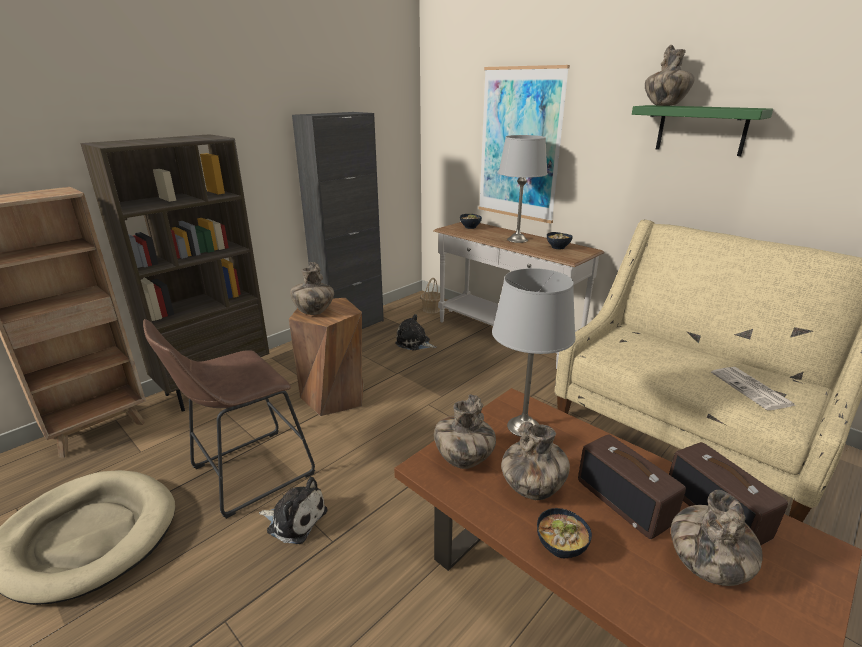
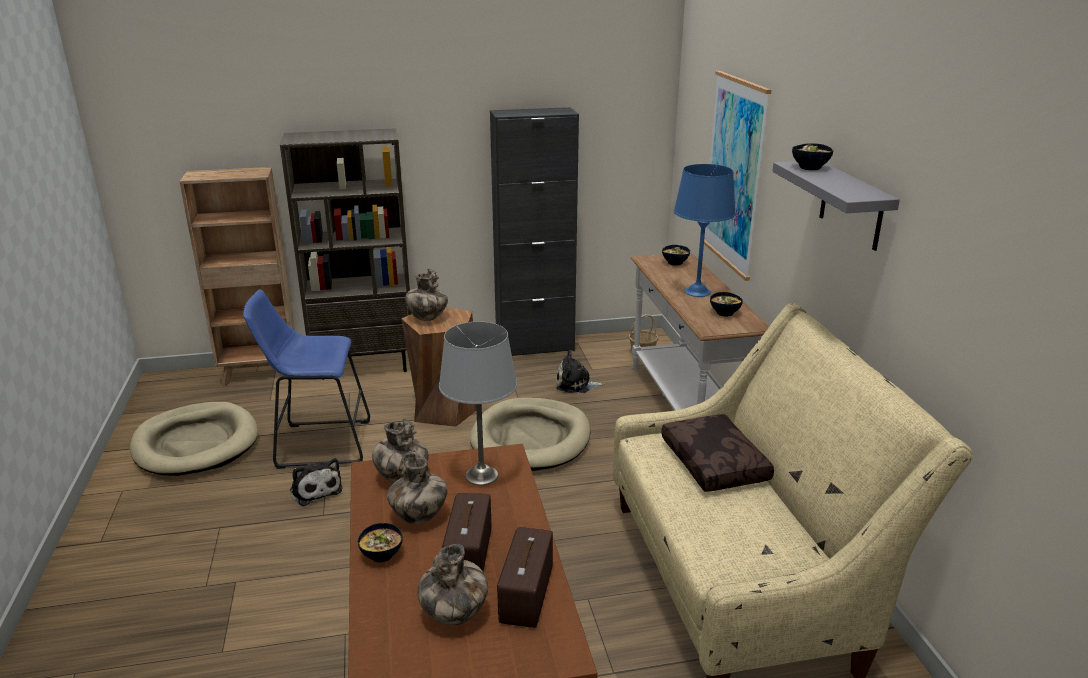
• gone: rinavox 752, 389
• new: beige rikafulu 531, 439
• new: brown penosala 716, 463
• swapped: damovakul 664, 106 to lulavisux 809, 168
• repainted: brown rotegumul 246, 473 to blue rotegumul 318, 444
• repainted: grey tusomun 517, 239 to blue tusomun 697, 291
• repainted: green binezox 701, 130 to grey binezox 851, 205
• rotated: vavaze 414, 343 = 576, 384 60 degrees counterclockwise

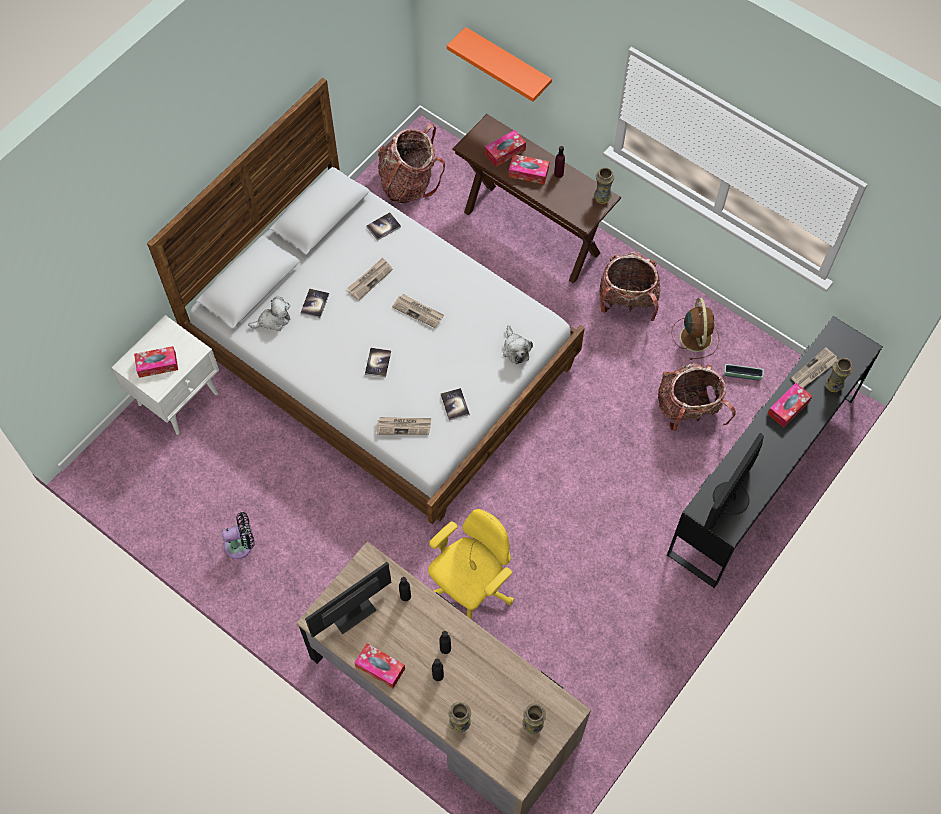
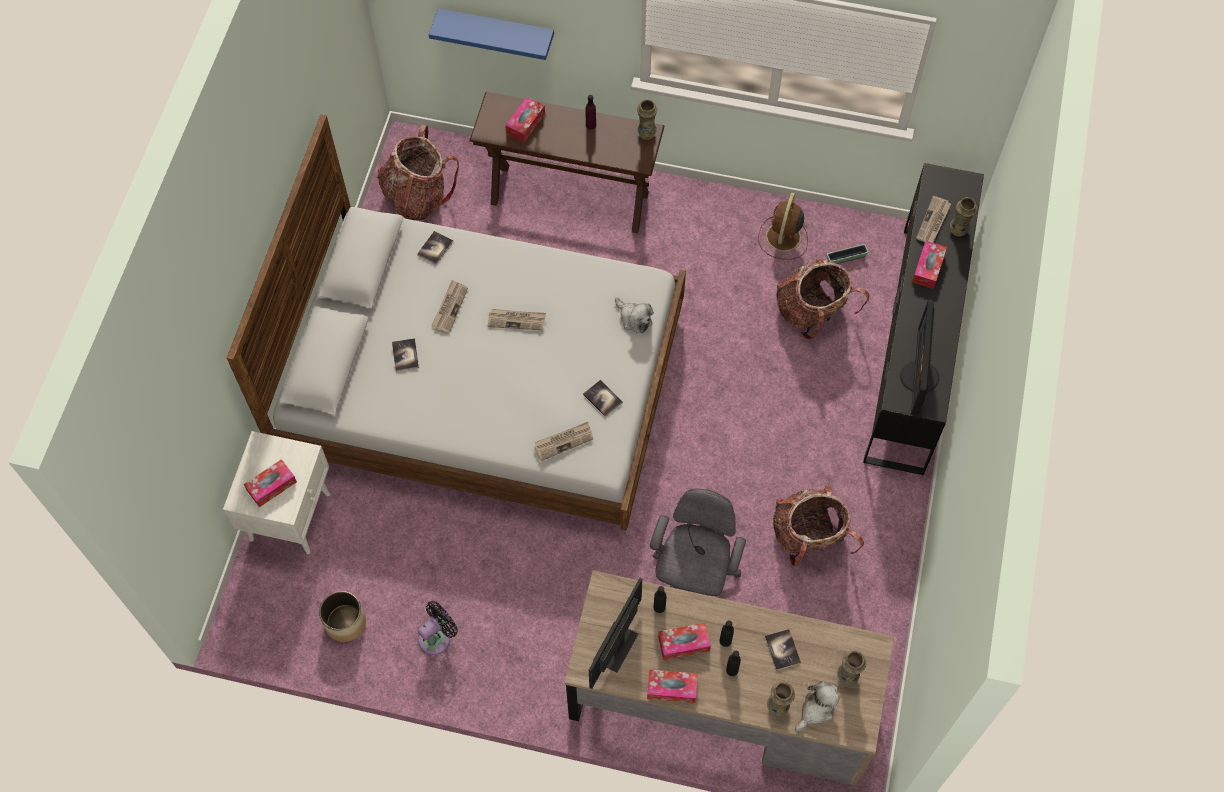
• new: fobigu 345, 622
• shifted: vavaze 273, 320 to 816, 709
• shifted: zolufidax 378, 363 to 782, 650
• shifted: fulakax 528, 173 to 683, 643
• shifted: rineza 627, 300 to 809, 537
• repainted: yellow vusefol 471, 589 to grey vusefol 693, 578
• repainted: orange binezox 508, 64 to blue binezox 497, 31
• rotated: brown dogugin 695, 336 = 783, 238 135 degrees counterclockwise

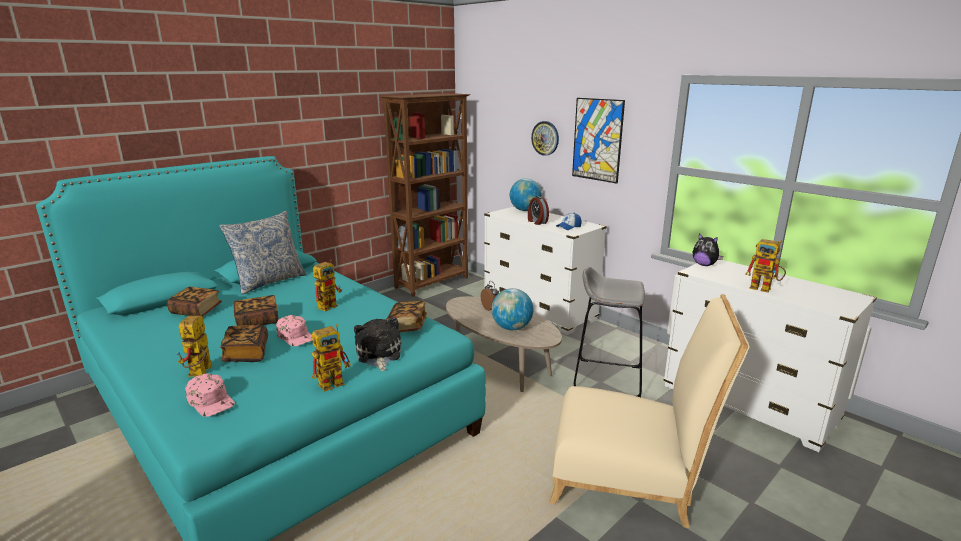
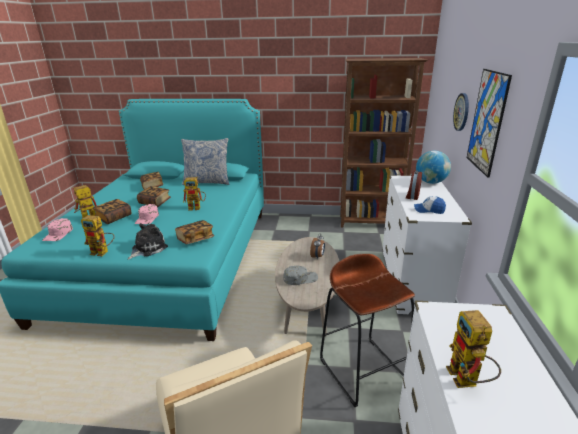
• gone: vavaze 704, 265
• swapped: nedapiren 511, 328 to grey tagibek 300, 278
• repainted: grey rotegumul 607, 378 to brown rotegumul 363, 370

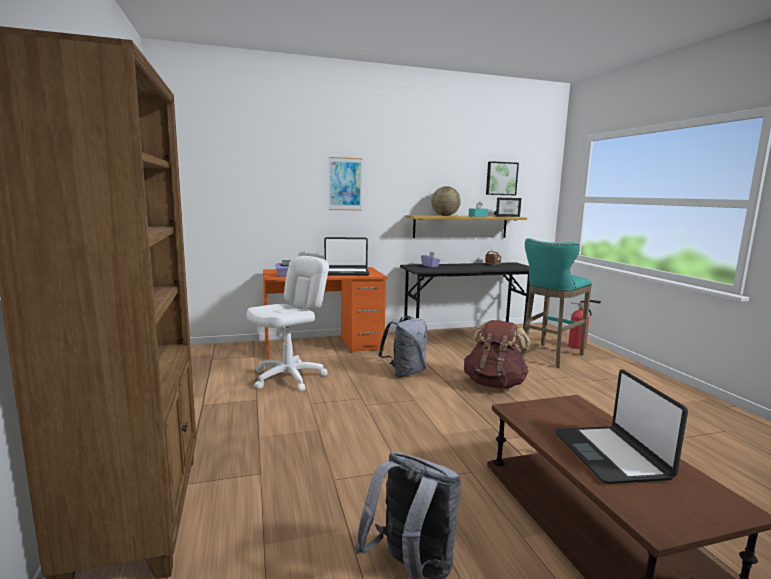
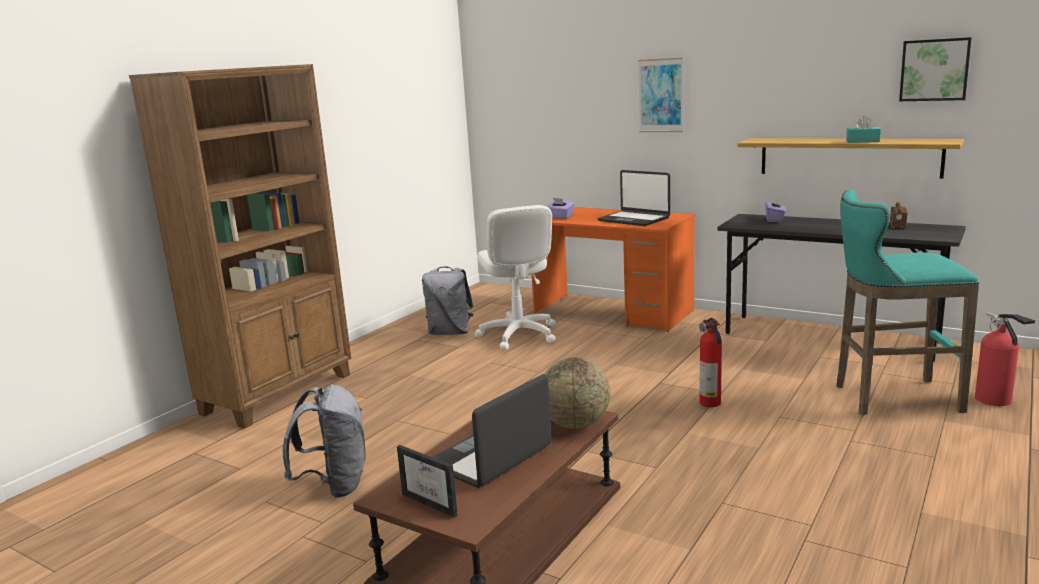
• shifted: grey rineza 405, 373 to 450, 333
• shifted: nedapiren 445, 215 to 576, 424
• shifted: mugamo 507, 216 to 435, 502
• swapped: brown rineza 494, 384 to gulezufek 711, 403
• rotated: white vusefol 289, 377 = 518, 335 75 degrees clockwise

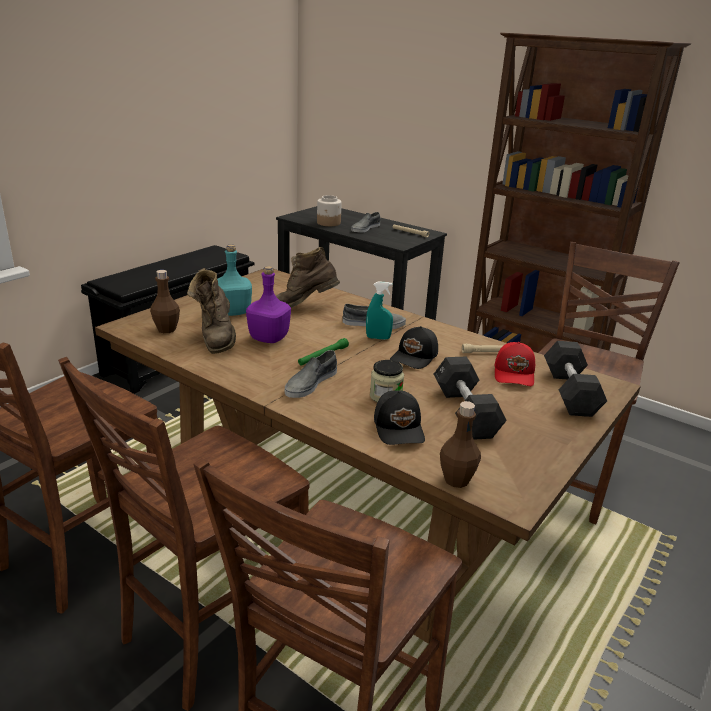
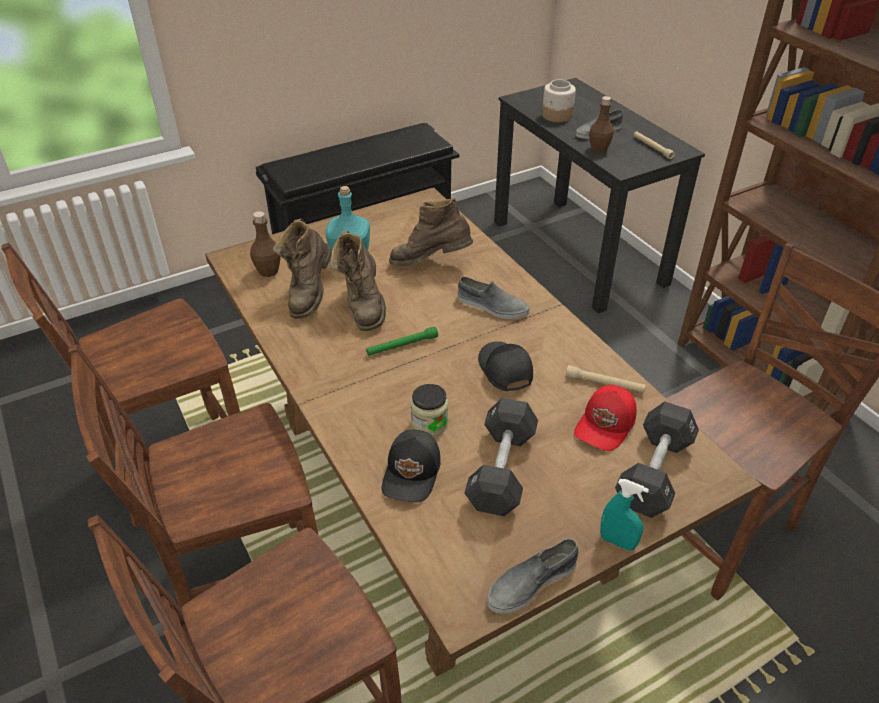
• shifted: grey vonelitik 310, 383 to 531, 582
• shifted: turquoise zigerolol 378, 338 to 617, 542
• shifted: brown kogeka 456, 480 to 599, 149
• swapped: purple kogeka 269, 338 to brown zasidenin 363, 306
• rotated: black tagibek 415, 357 = 504, 370 105 degrees clockwise

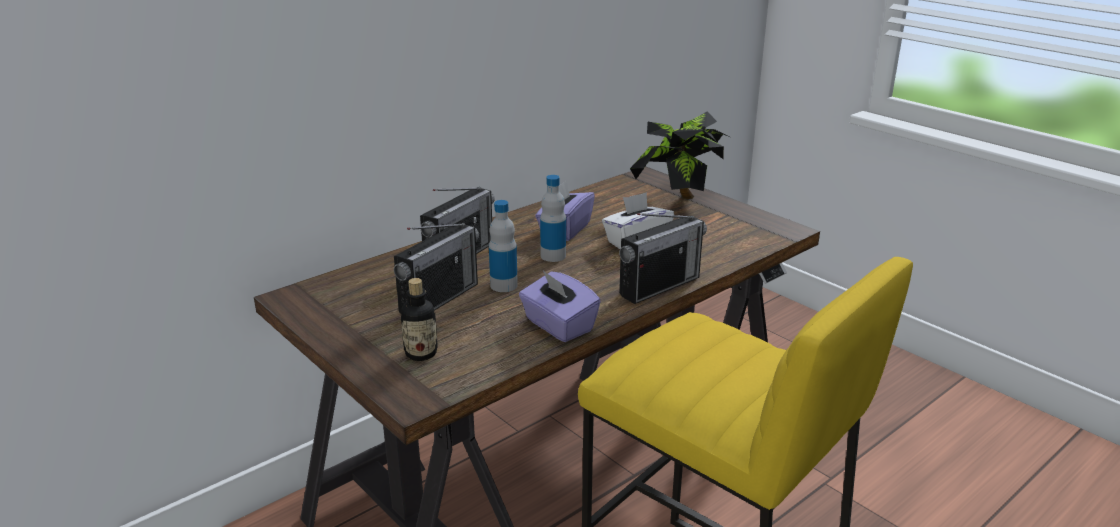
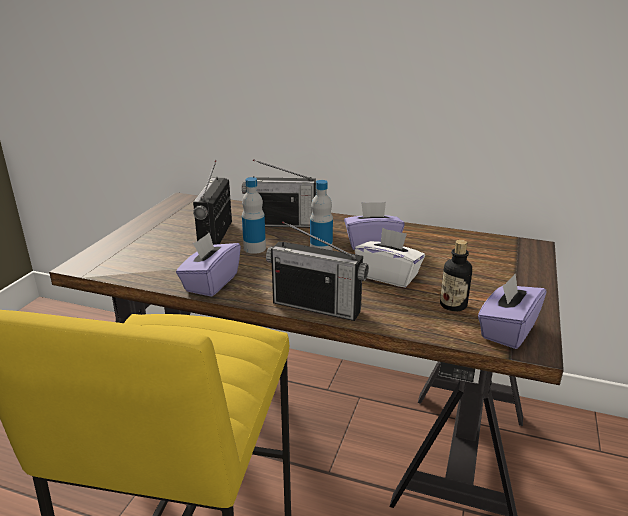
• gone: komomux 679, 200
• new: purple fulakax 507, 330
• shifted: kogeka 421, 353 to 453, 305
• rotated: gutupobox 439, 299 = 215, 235 90 degrees clockwise

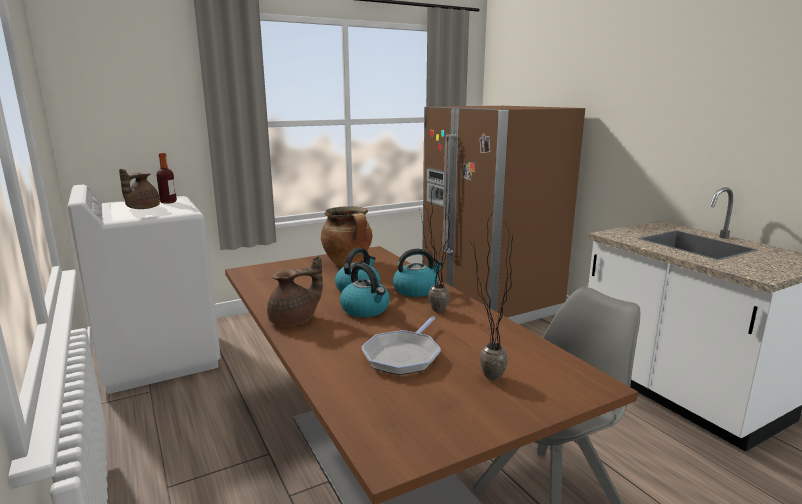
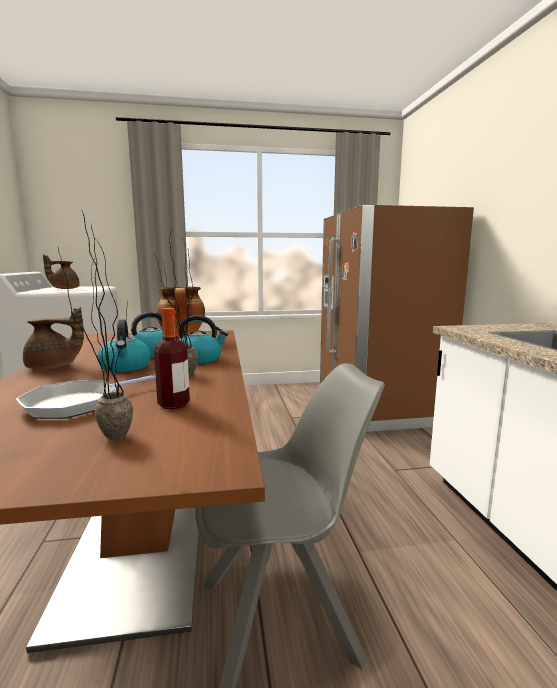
• shifted: kogeka 168, 202 to 173, 404

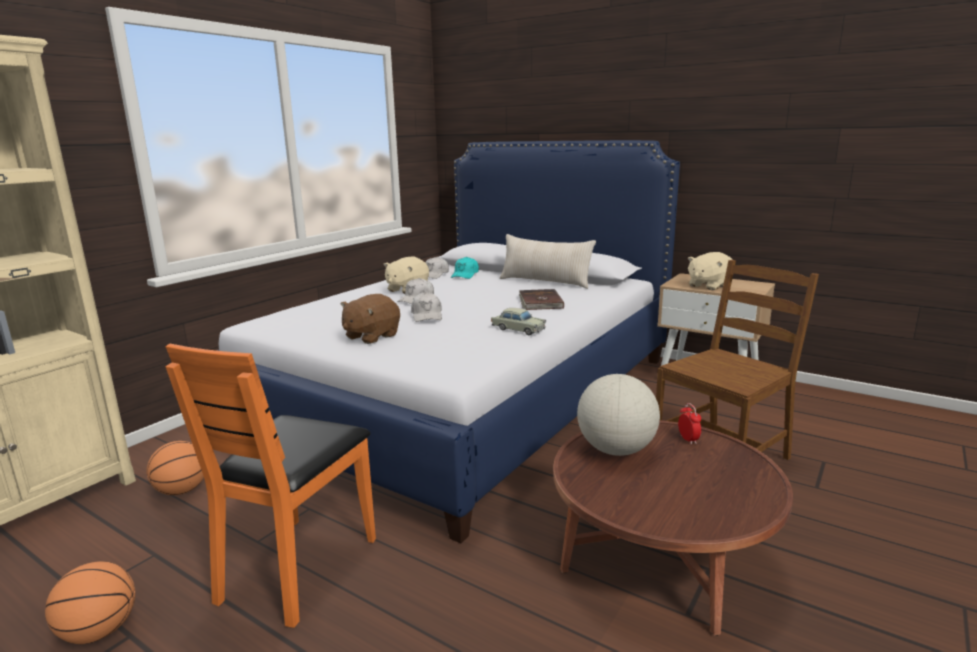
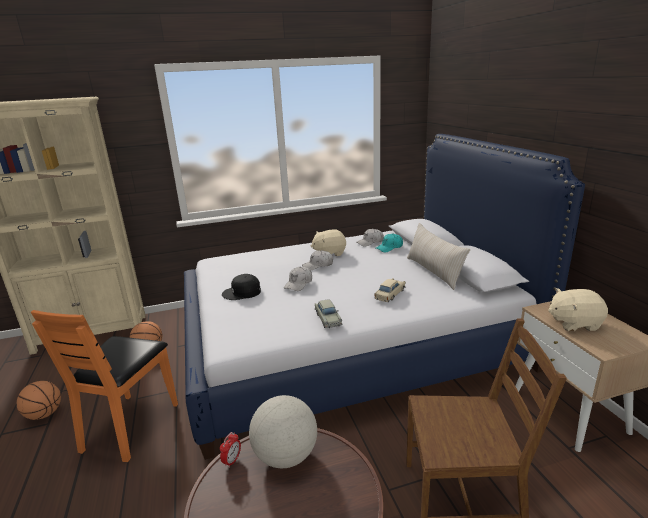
• shifted: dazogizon 688, 439 to 232, 460
• swapped: brown vavaze 371, 336 to black tagibek 242, 292
• swapped: brown zolufidax 539, 302 to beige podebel 389, 294
• rotated: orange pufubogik 298, 567 = 130, 425 45 degrees counterclockwise

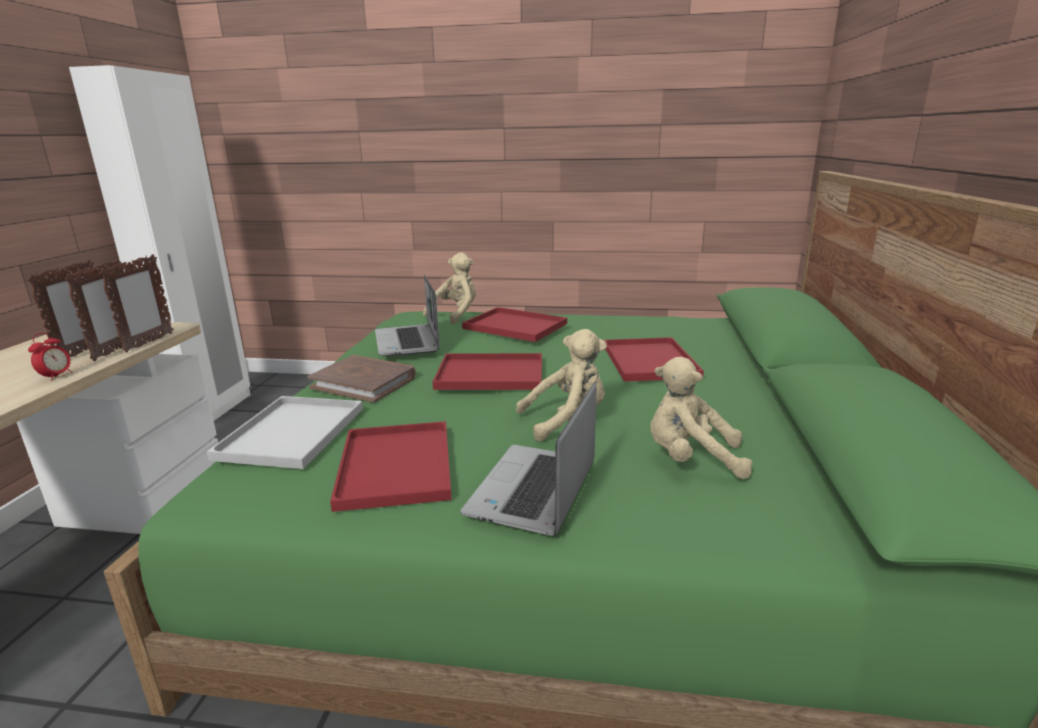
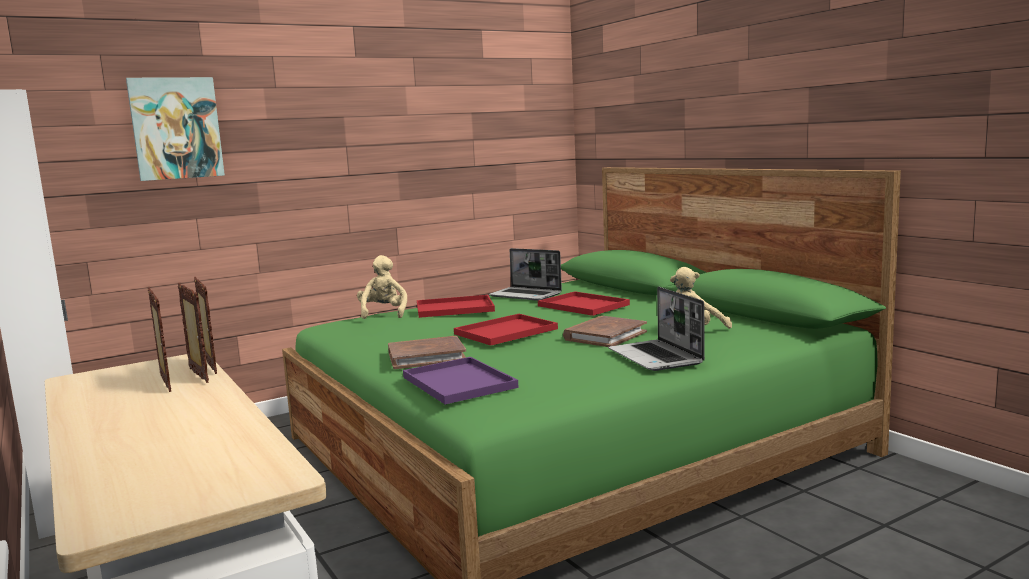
• gone: dazogizon 57, 376
• gone: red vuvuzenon 394, 464
• new: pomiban 176, 128
• shifted: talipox 408, 342 to 526, 295
• swapped: beige vavaze 567, 421 to brown zolufidax 605, 335
• repainted: white vuvuzenon 292, 434 to purple vuvuzenon 461, 382

